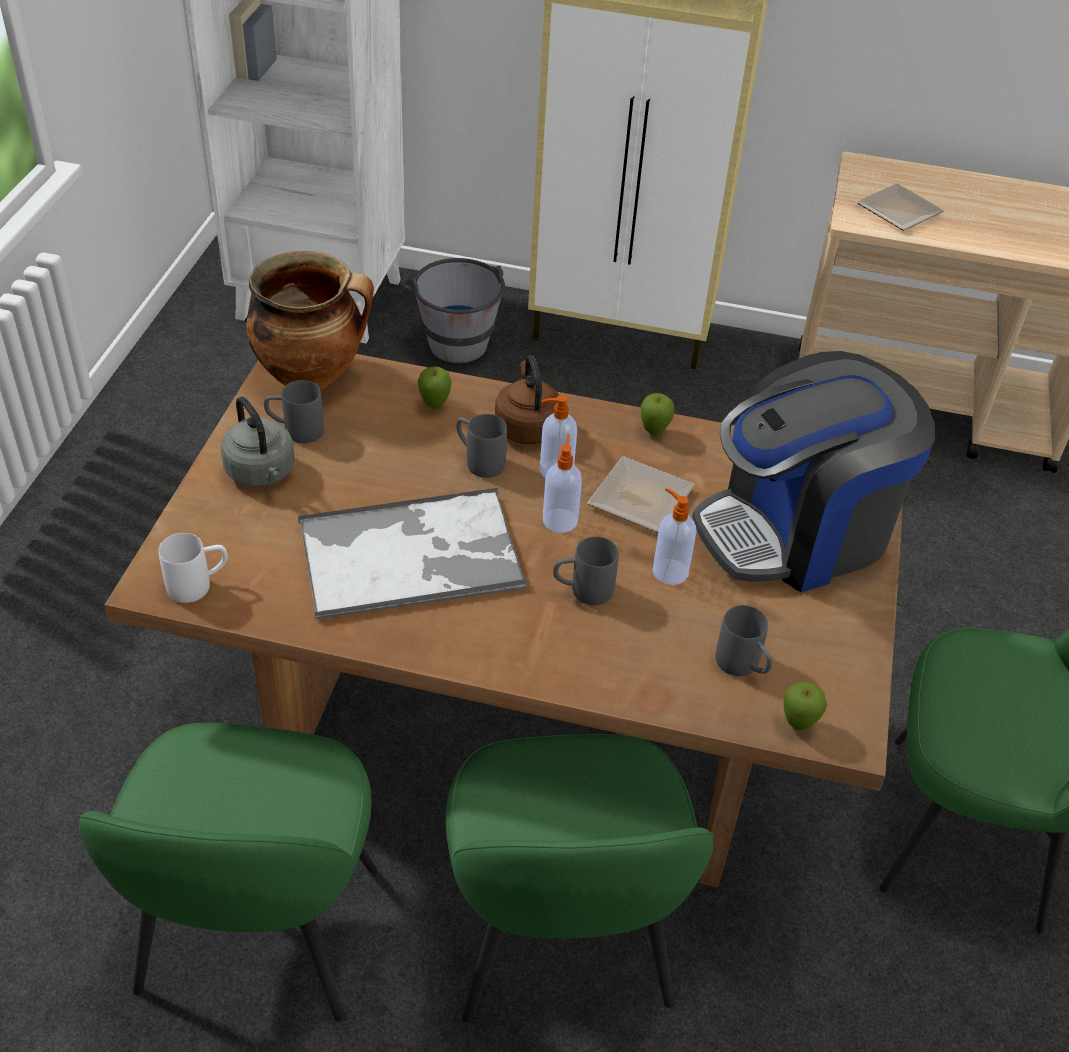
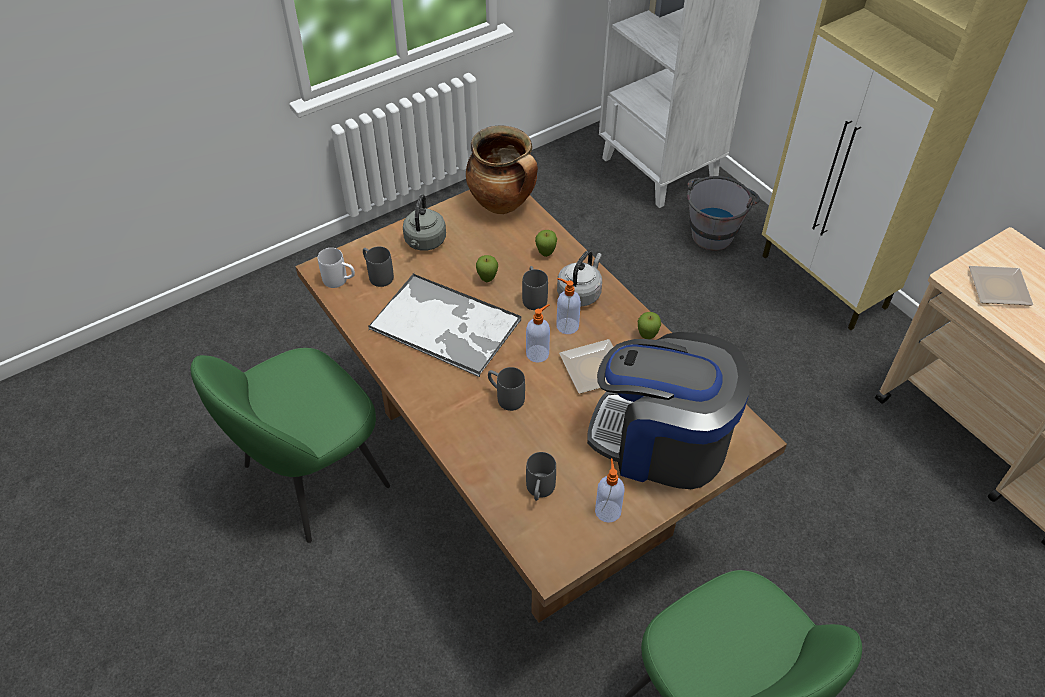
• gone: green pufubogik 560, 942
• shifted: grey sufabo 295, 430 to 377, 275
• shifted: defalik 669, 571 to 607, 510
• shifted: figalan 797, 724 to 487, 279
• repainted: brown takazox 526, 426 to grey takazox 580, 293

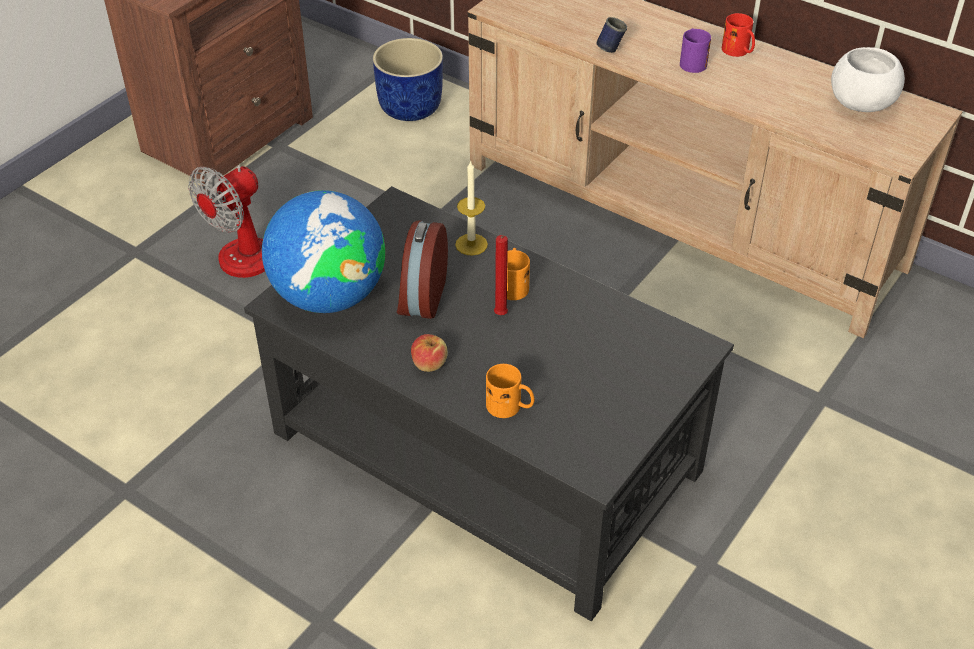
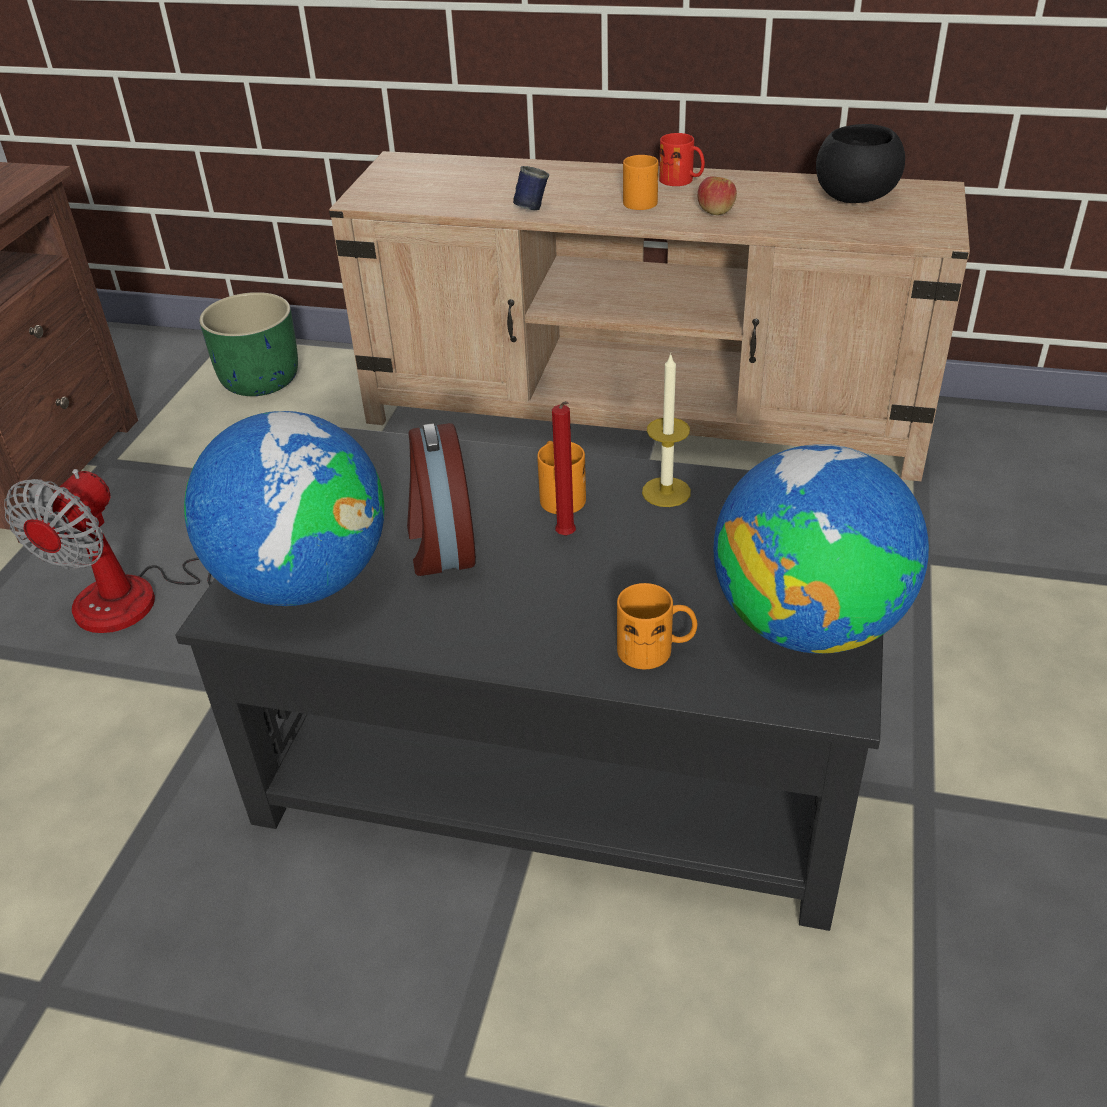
• new: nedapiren 809, 624
• shifted: figalan 429, 363 to 715, 211
• shifted: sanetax 471, 244 to 666, 492
• repainted: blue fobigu 409, 108 to green fobigu 260, 382
• repainted: purple sufabo 691, 61 to orange sufabo 636, 200
• repainted: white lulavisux 861, 105 to black lulavisux 856, 198

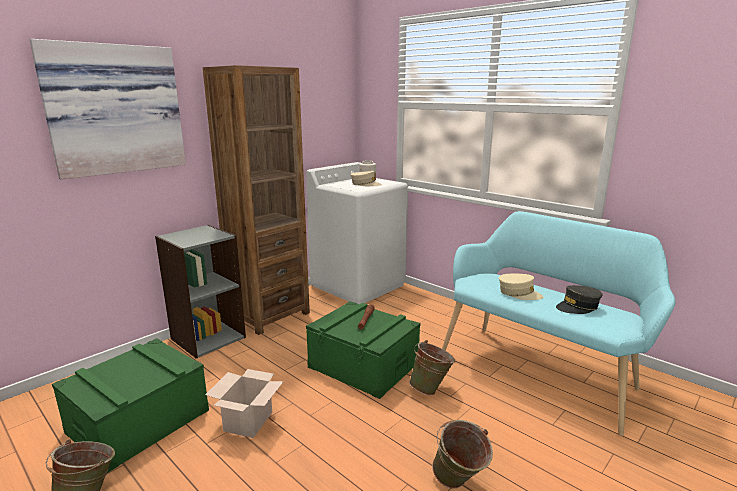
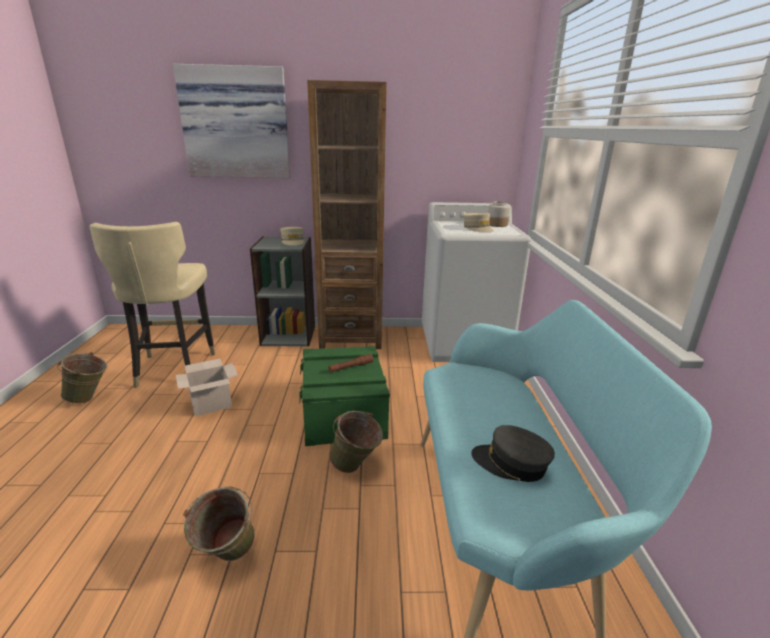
• shifted: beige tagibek 519, 293 to 293, 241
• swapped: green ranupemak 139, 421 to beige pufubogik 174, 368

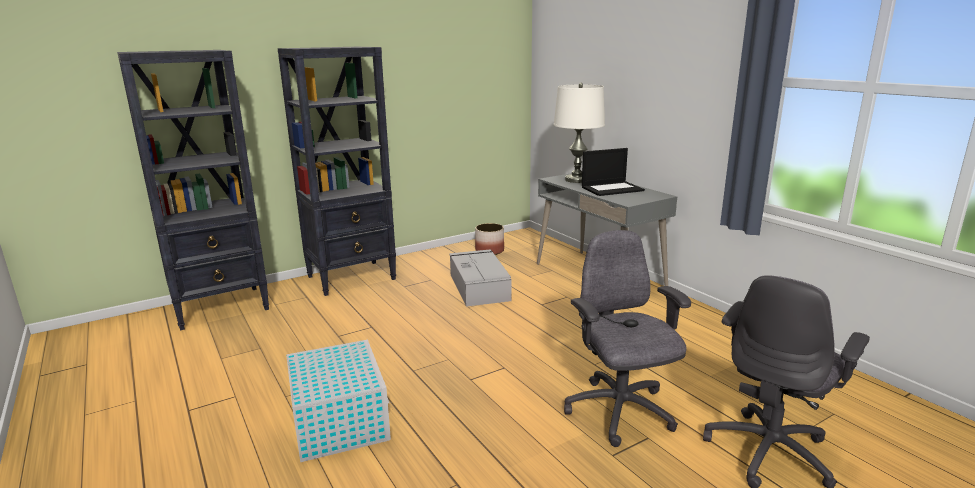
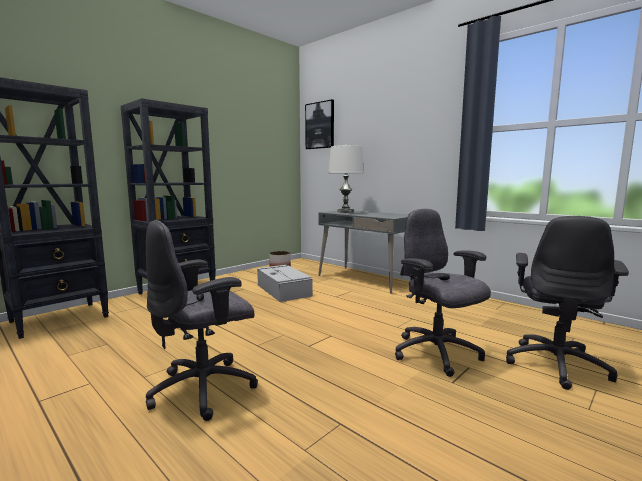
• gone: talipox 612, 189
• new: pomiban 320, 125
• swapped: white ranupemak 339, 420 to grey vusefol 205, 388

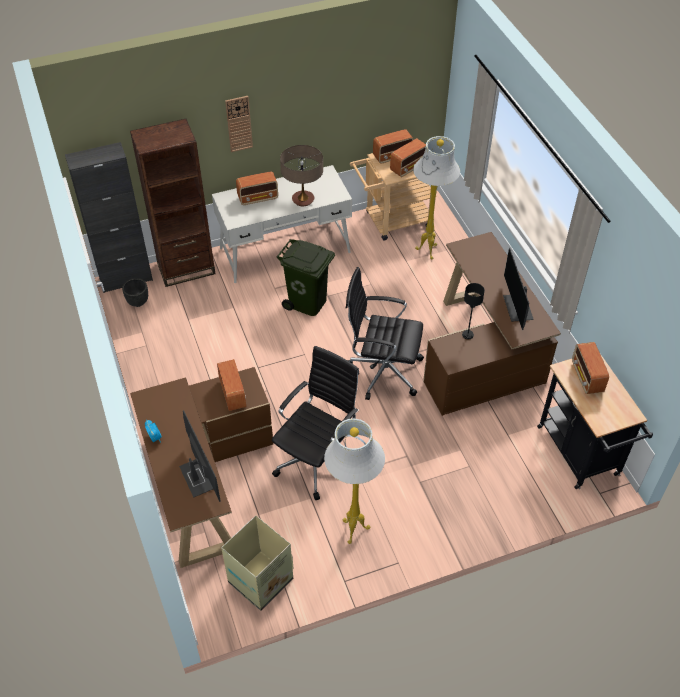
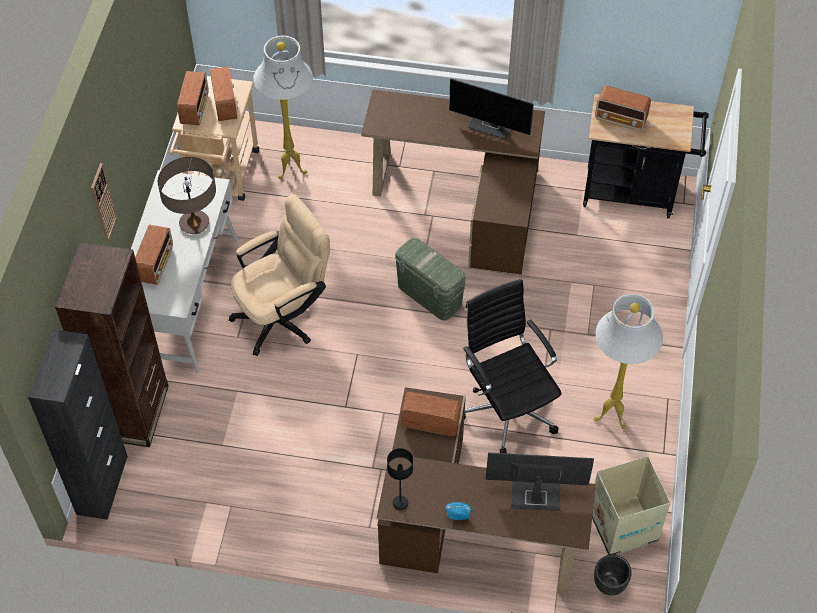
• shifted: black fobigu 138, 302 to 609, 584
• shifted: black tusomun 467, 334 to 400, 502
• swapped: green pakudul 307, 303 to beige vusefol 284, 316
• swapped: black vusefol 382, 370 to green ranupemak 429, 295

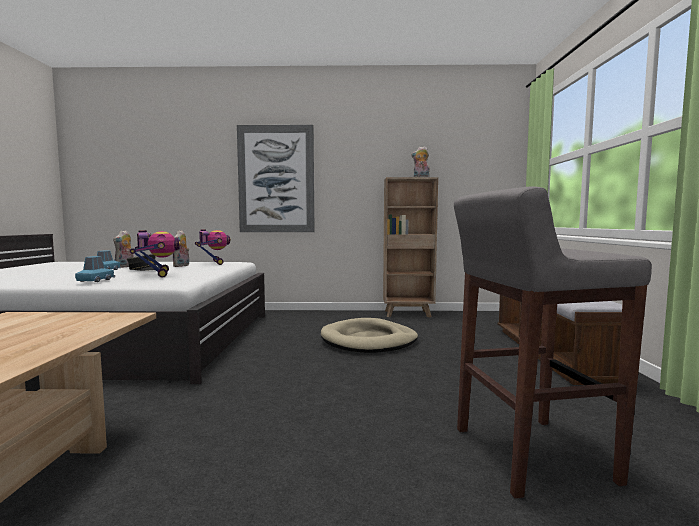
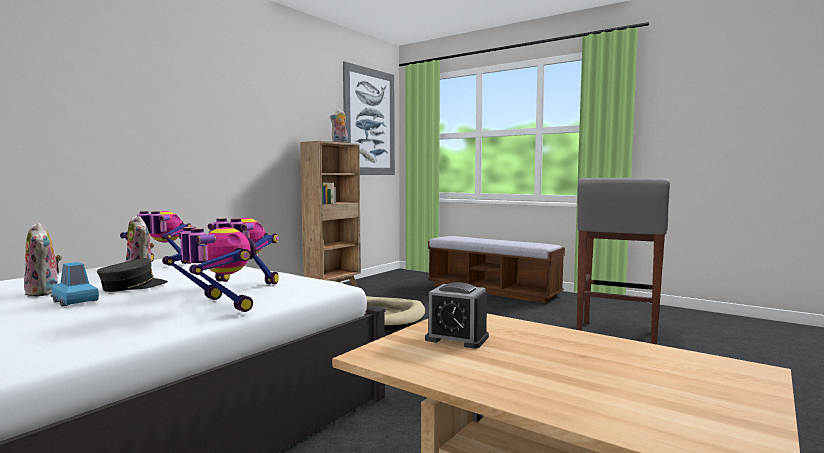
• new: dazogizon 457, 338
• shifted: pomiban 276, 179 to 369, 122
• swapped: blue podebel 96, 280 to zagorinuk 217, 306

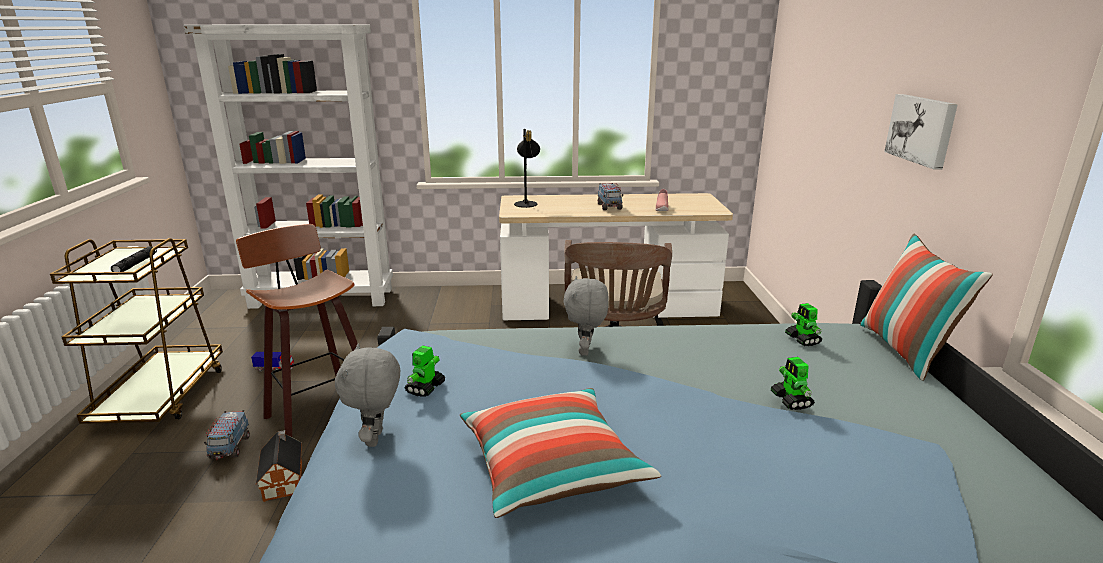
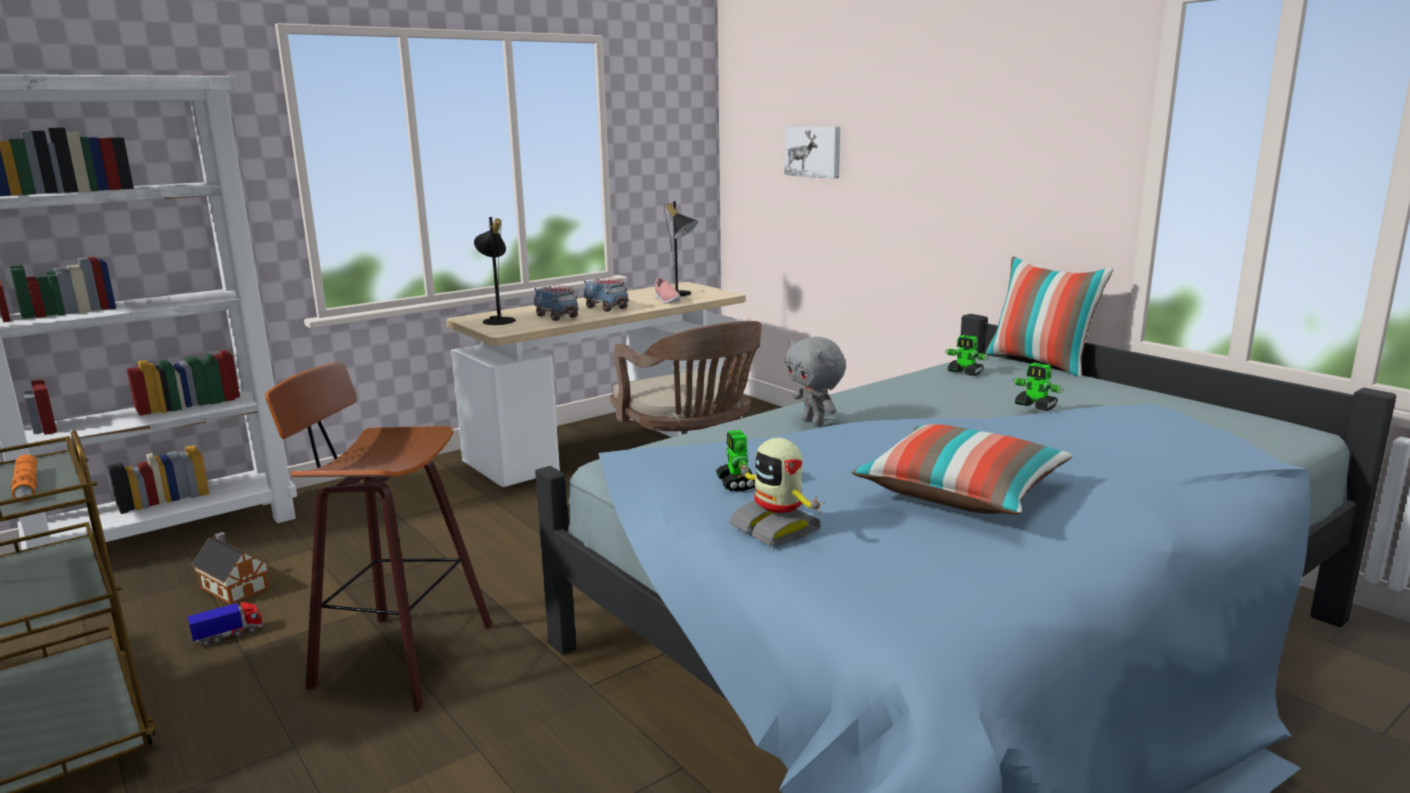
• new: black tusomun 680, 294
• shifted: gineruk 230, 448 to 557, 317
• shifted: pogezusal 284, 479 to 234, 587
• shifted: pomiban 922, 130 to 814, 151
• swapped: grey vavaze 376, 439 to zagorinuk 776, 528
• repainted: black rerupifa 135, 264 to orange rerupifa 27, 485

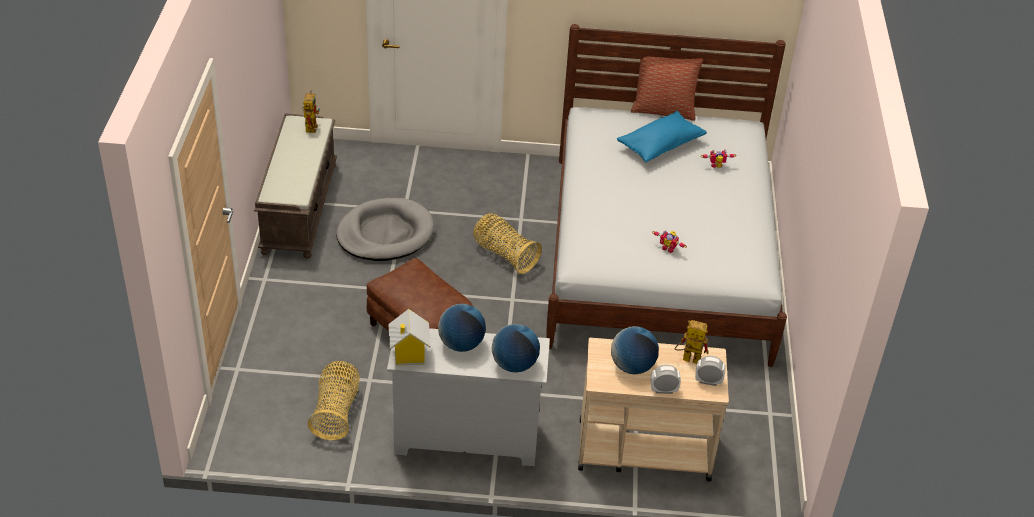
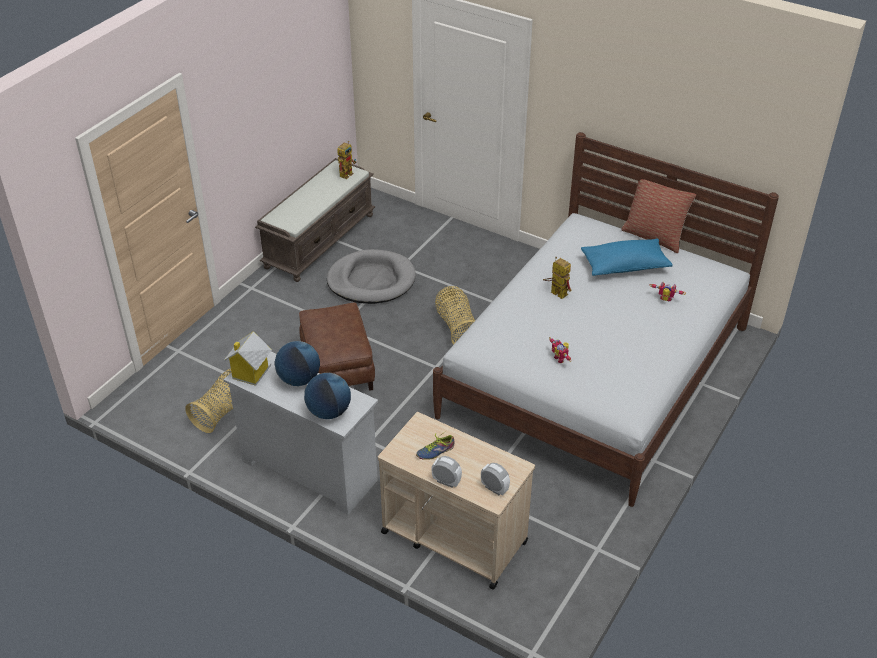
• shifted: zagorinuk 687, 359 to 555, 292
• swapped: nedapiren 632, 366 to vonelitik 434, 450

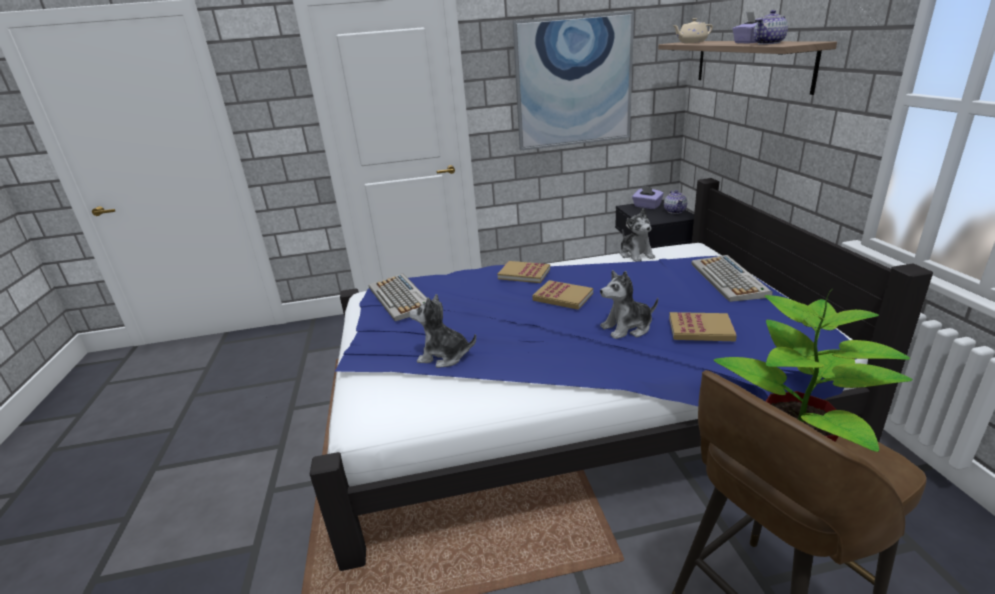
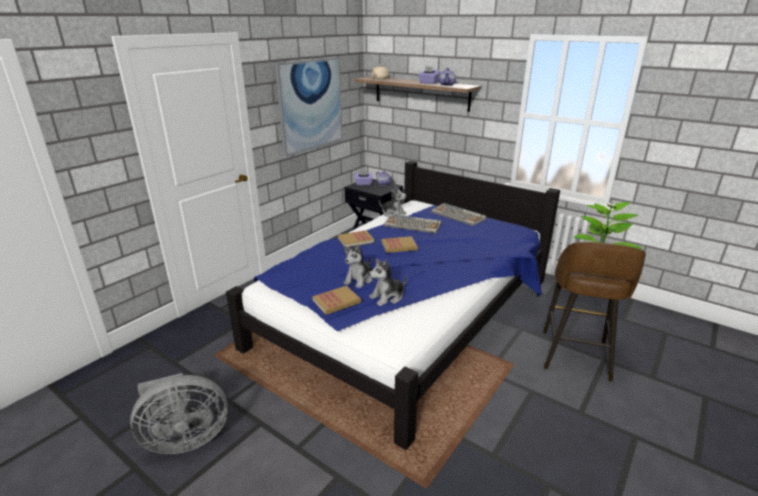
• new: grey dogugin 185, 438
• shifted: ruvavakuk 401, 298 to 413, 225
• shifted: vavaze 627, 328 to 359, 280
• shifted: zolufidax 700, 329 to 336, 301

